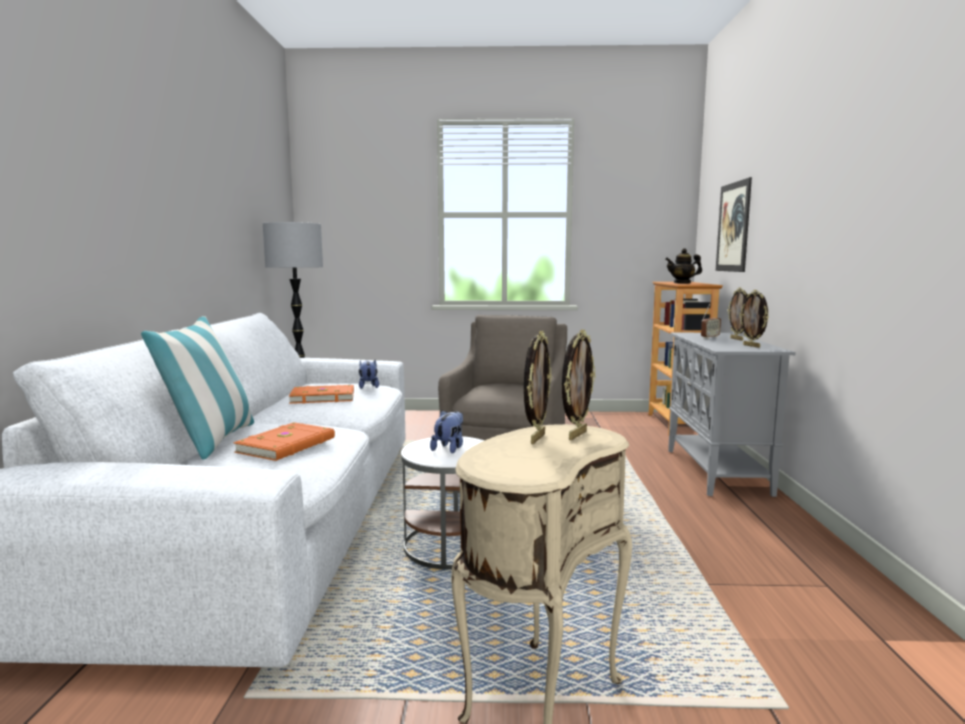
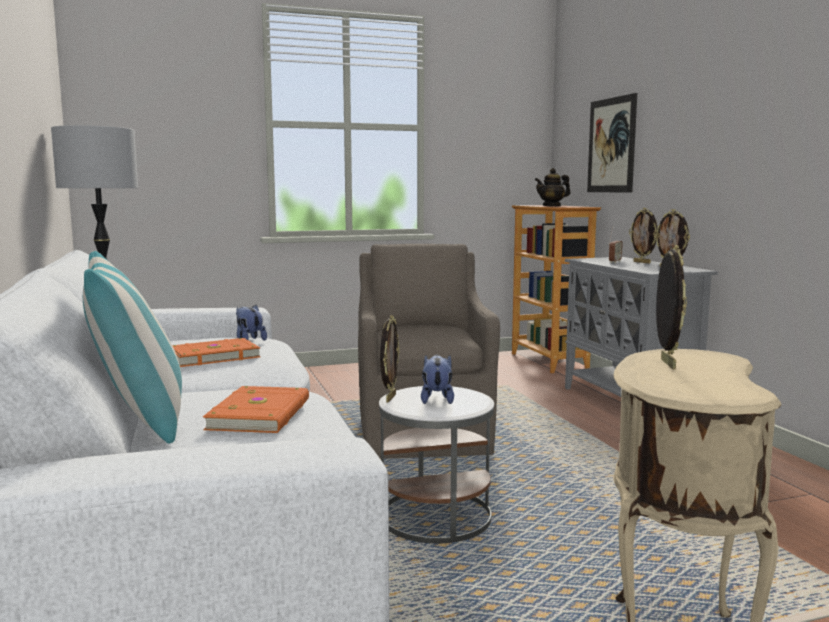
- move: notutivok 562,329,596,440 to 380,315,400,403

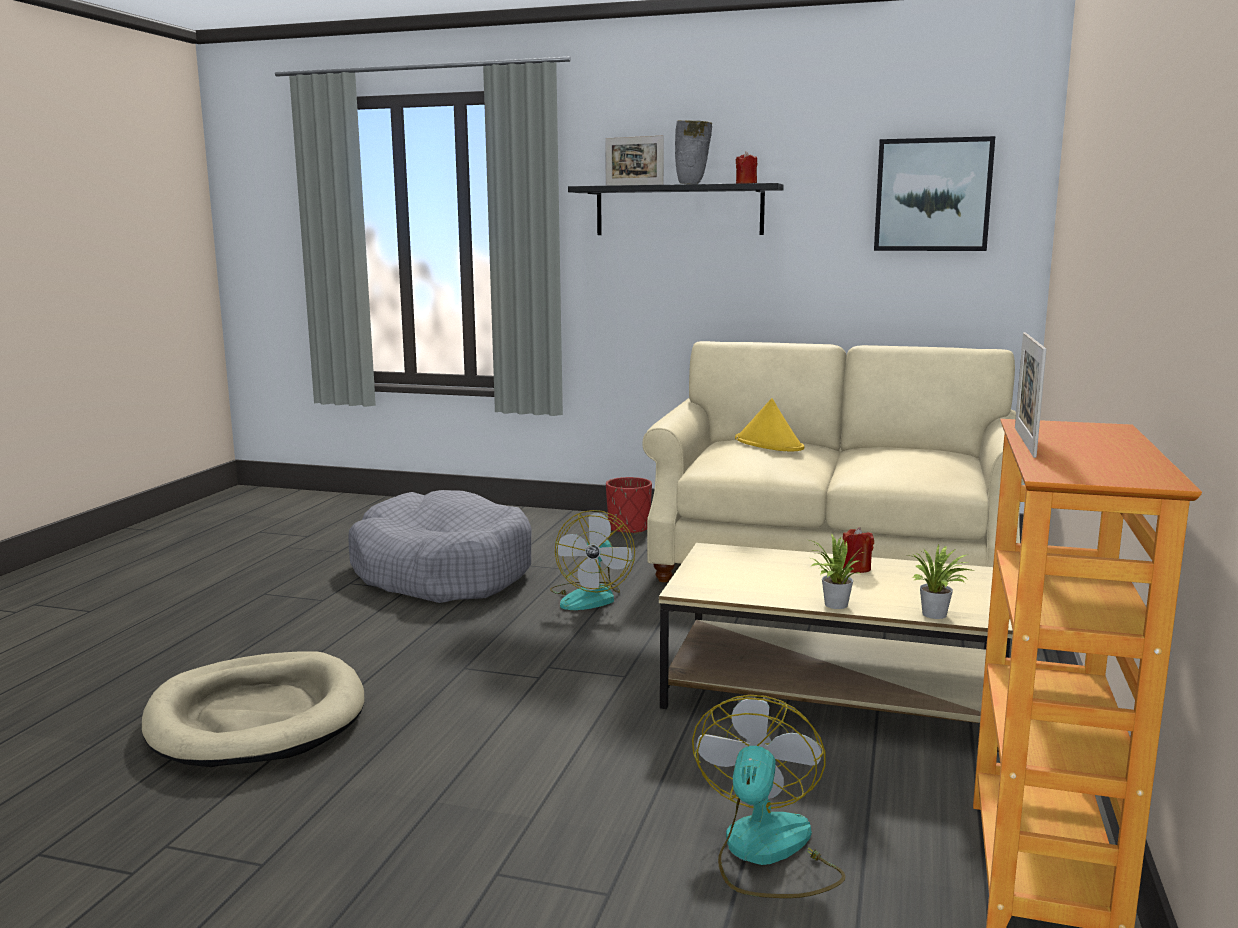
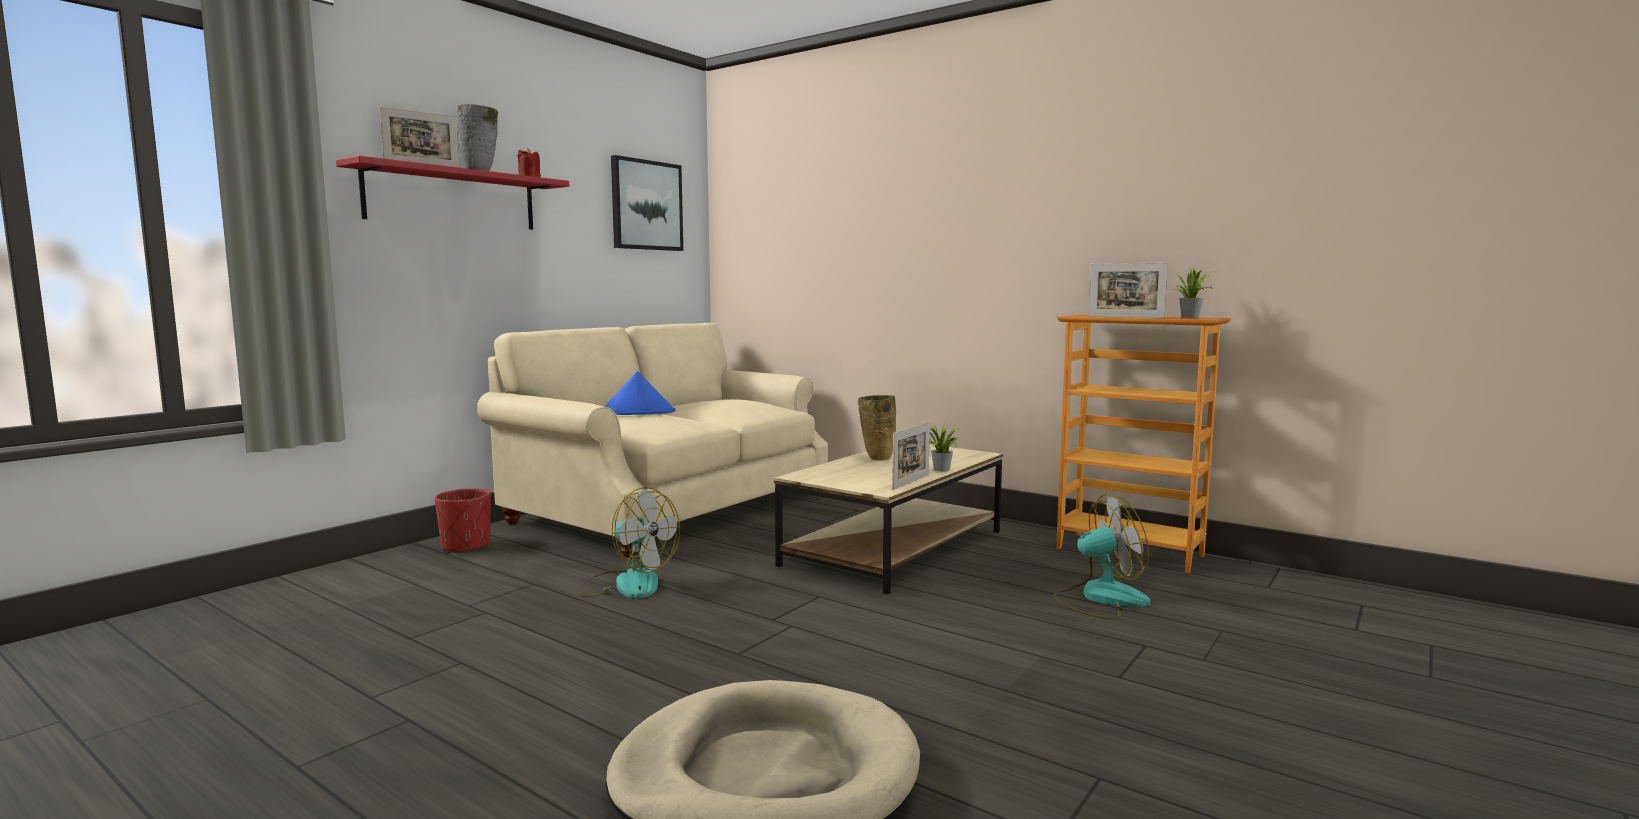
- delete: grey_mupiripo 348,490,531,603
- recolor: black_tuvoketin 568,183,784,235 to red_tuvoketin 336,156,569,230
- rotate: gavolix 692,695,845,898 = 1054,494,1150,619 135 degrees clockwise
- recolor: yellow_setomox 735,398,804,451 to blue_setomox 604,371,676,415
- replace: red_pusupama 843,527,874,573 to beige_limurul 858,395,896,460
- move: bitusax 912,544,973,619 to 1174,268,1214,318
- insert: notutivok 892,422,930,490

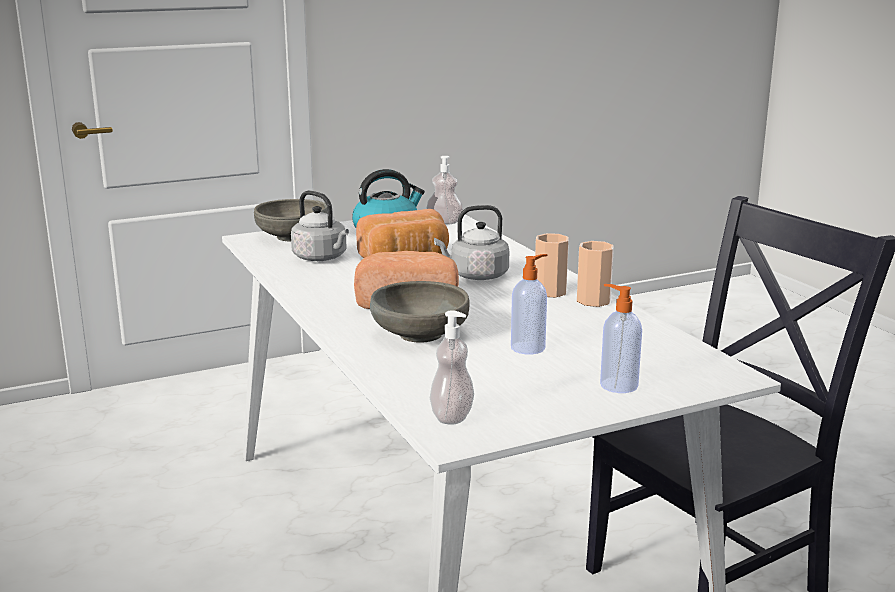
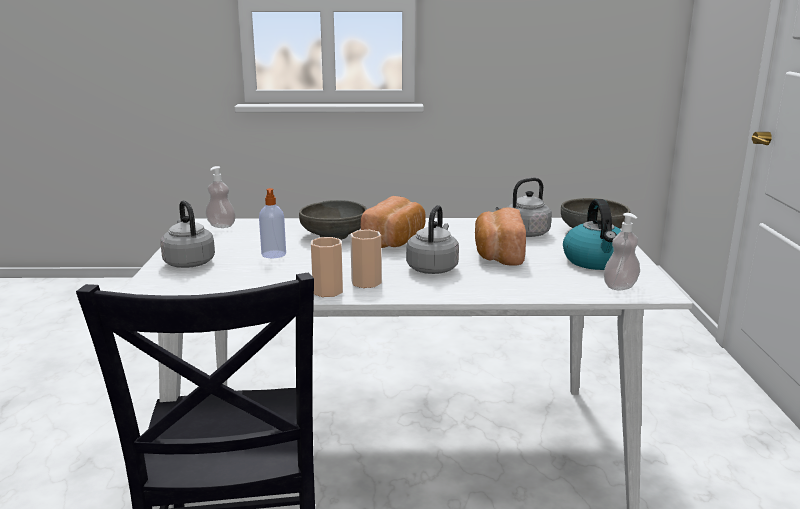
- replace: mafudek 600,284,642,393 to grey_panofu 160,200,215,268

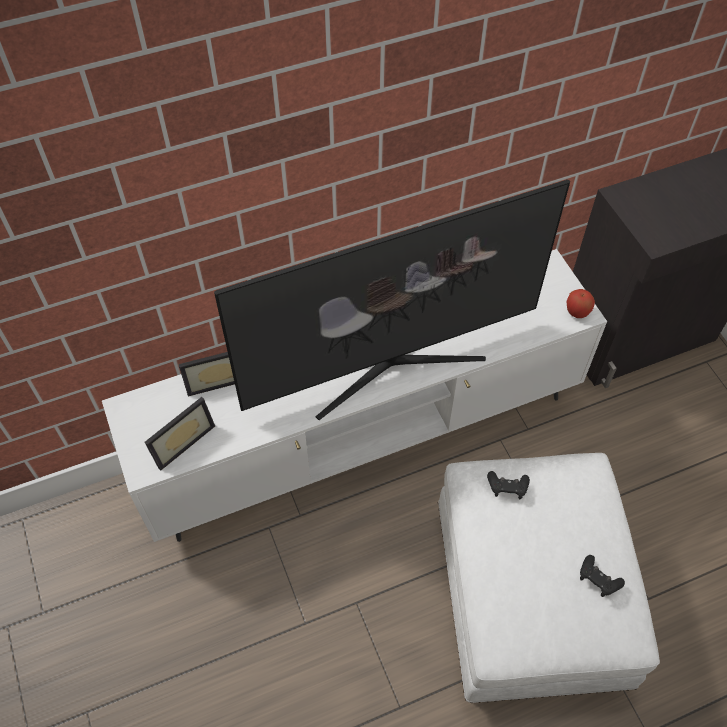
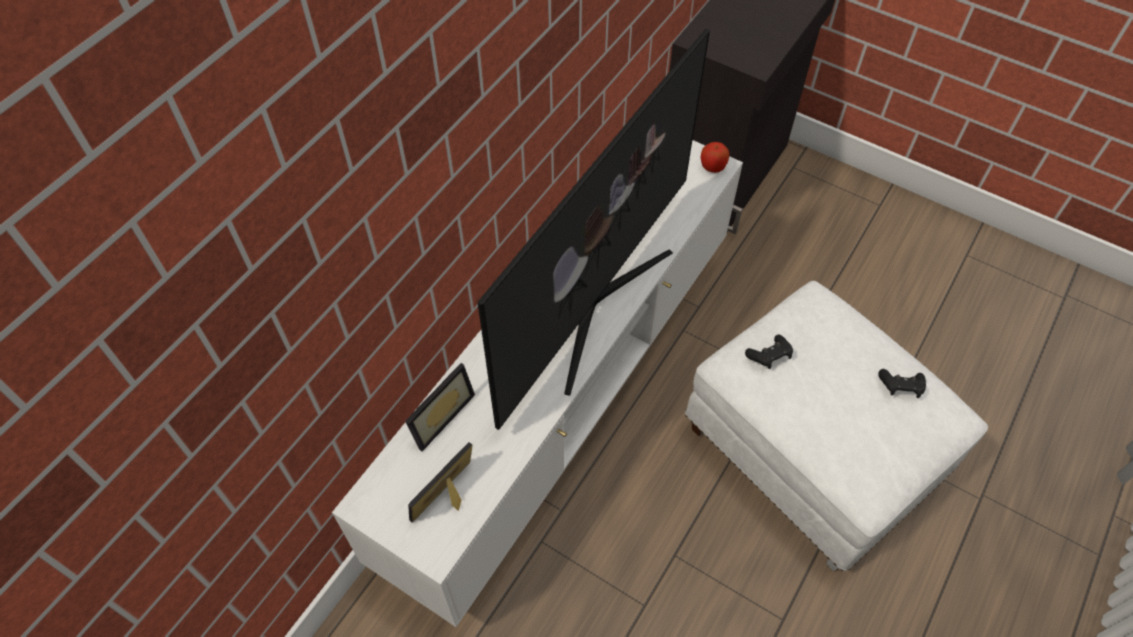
- rotate: notutivok 145,397,215,471 = 408,442,472,523 150 degrees counterclockwise

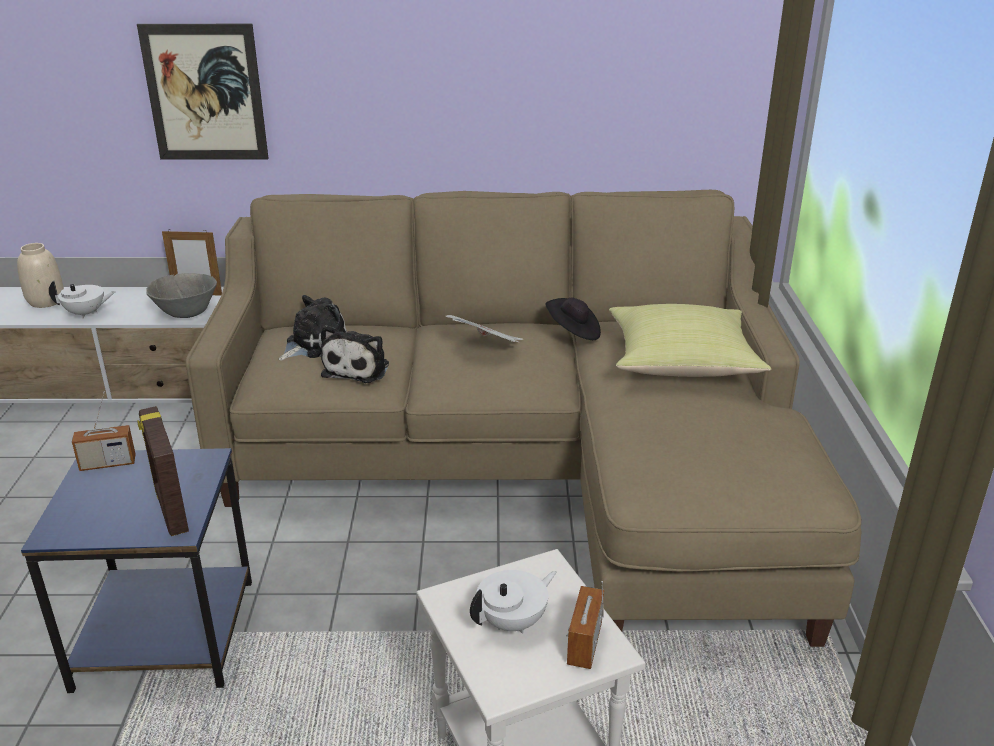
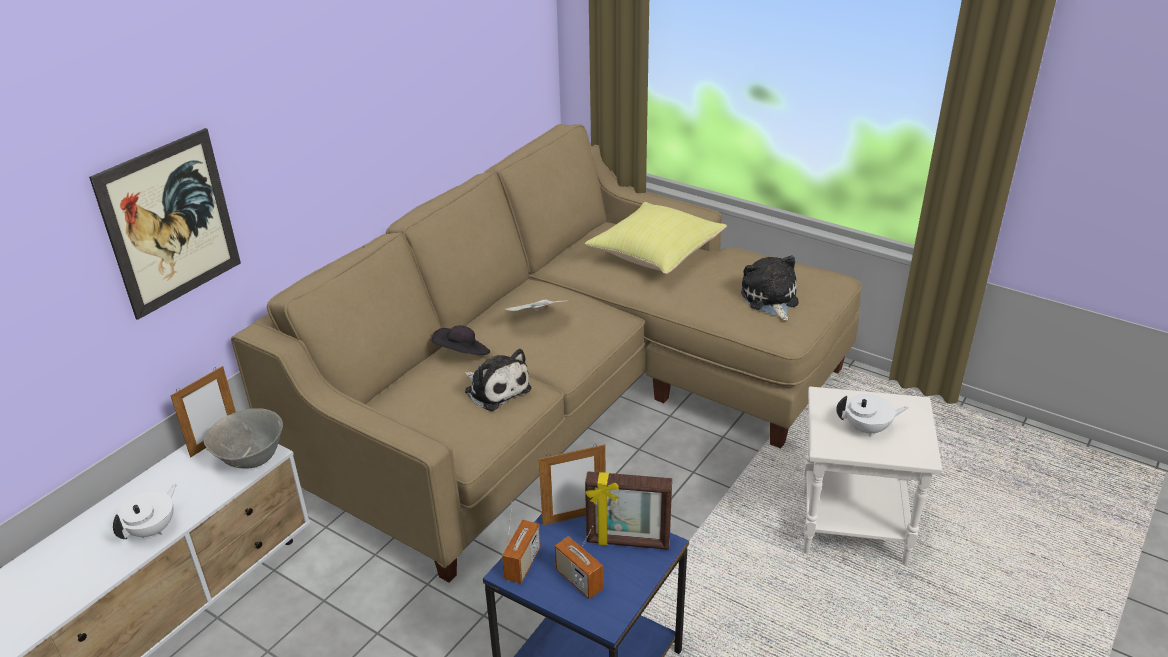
- delete: beige_limurul 17,243,64,308
- move: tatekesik 279,295,347,361 to 741,255,799,321
- rotate: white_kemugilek 470,570,557,634 = 836,394,908,437 90 degrees clockwise
- move: black_setomox 545,297,601,340 to 432,325,490,355
- move: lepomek 567,581,604,669 to 555,526,603,599
- insert: notutivok 539,444,605,526

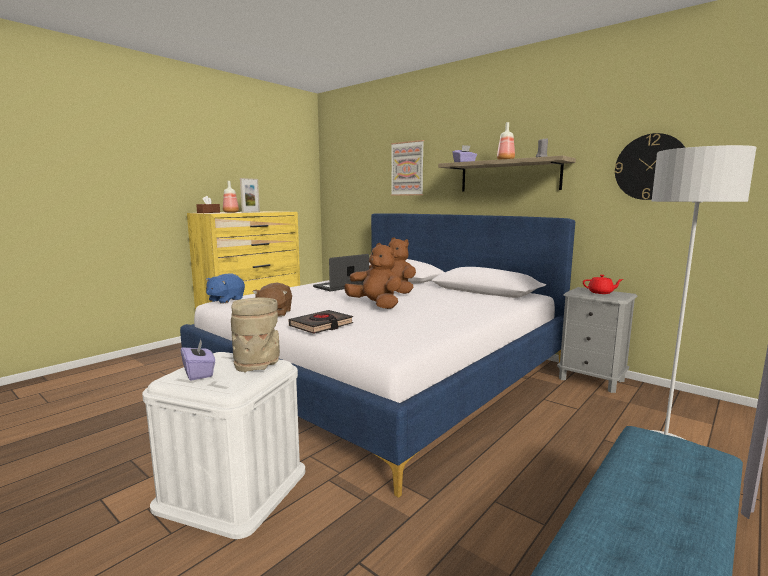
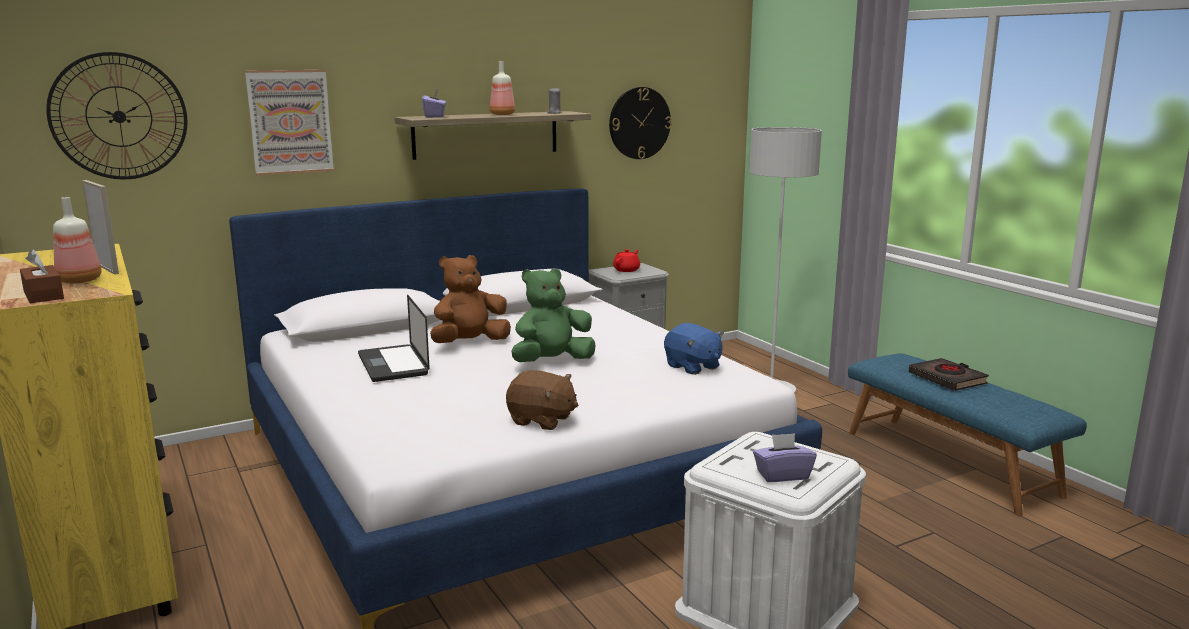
- move: blue_tatekesik 206,273,245,304 to 664,323,724,375
- delete: beige_limurul 231,298,280,372
- move: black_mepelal 289,310,353,334 to 909,358,989,391
- recolor: brown_tatekesik 344,243,402,309 to green_tatekesik 512,268,596,362
- insert: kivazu 46,52,187,179

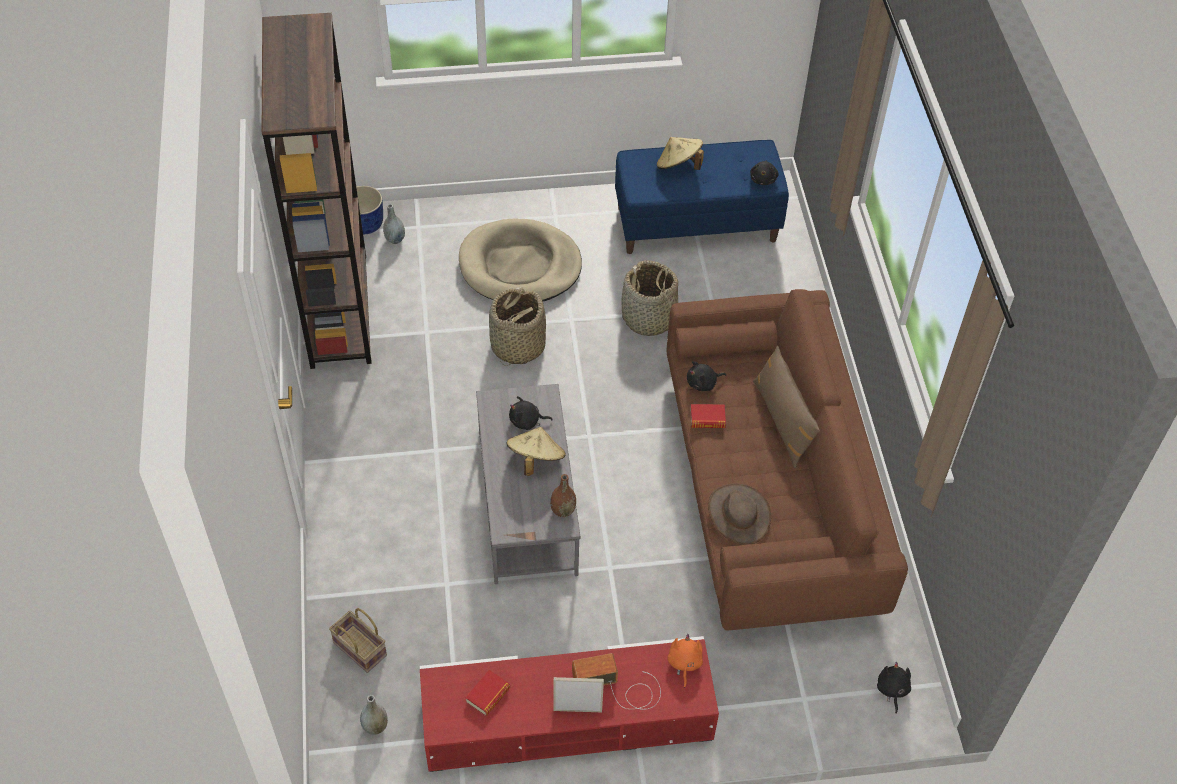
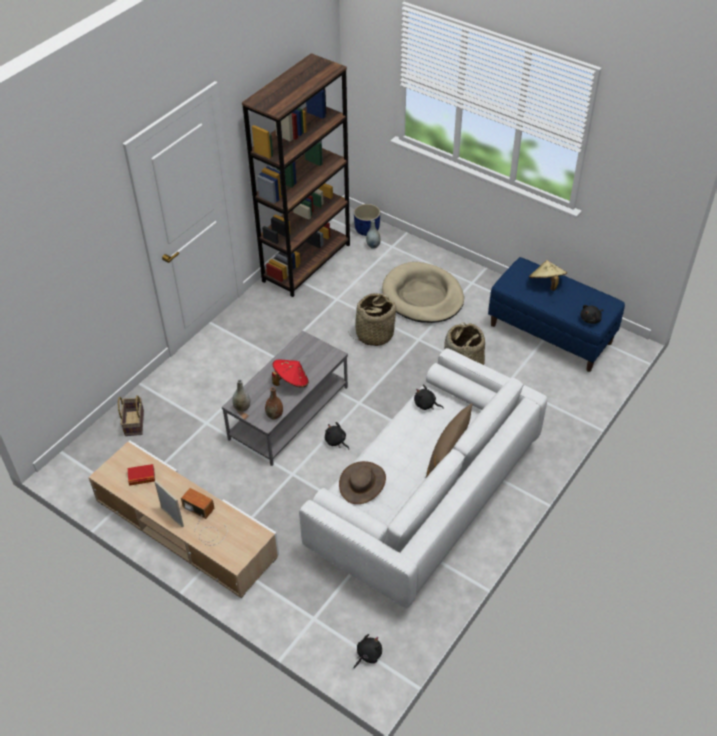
- move: grey_limurul 360,695,388,735 to 232,379,250,412
- recolor: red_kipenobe 420,636,719,772 to beige_kipenobe 88,440,279,598
- recolor: beige_setomox 507,427,566,476 to red_setomox 272,359,309,388
- move: black_tatekesik 509,396,553,430 to 325,422,349,450
- recolor: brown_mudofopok 667,289,908,631 to white_mudofopok 299,348,547,609
- delete: orange_tatekesik 667,634,703,688
- delete: mepelal 690,404,726,428

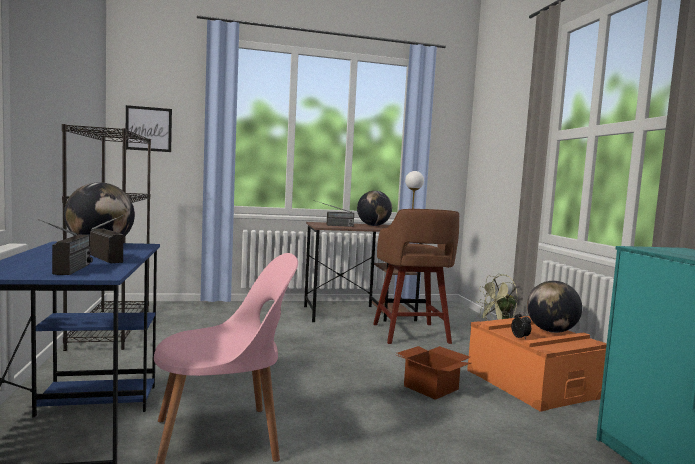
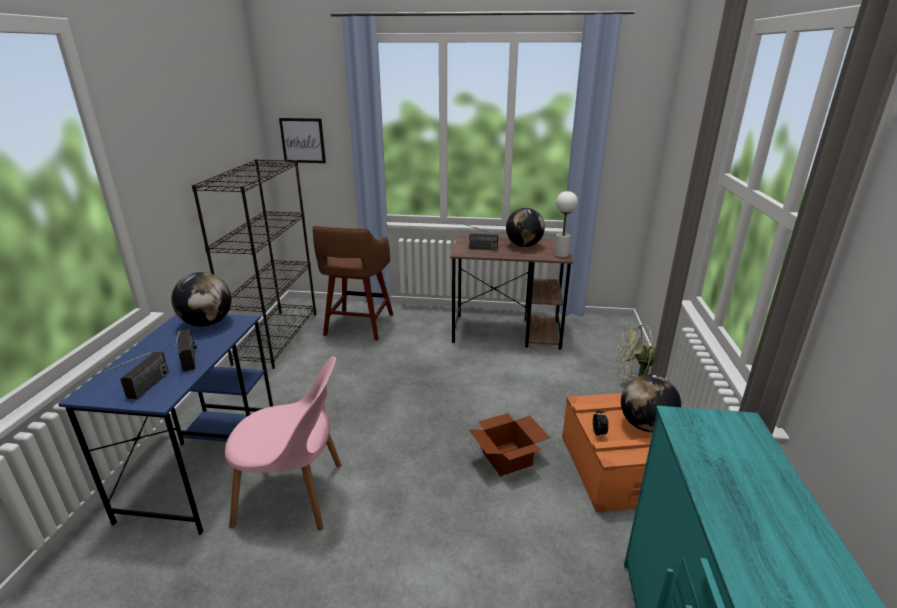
- move: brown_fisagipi 373,209,459,344 to 313,226,393,341

